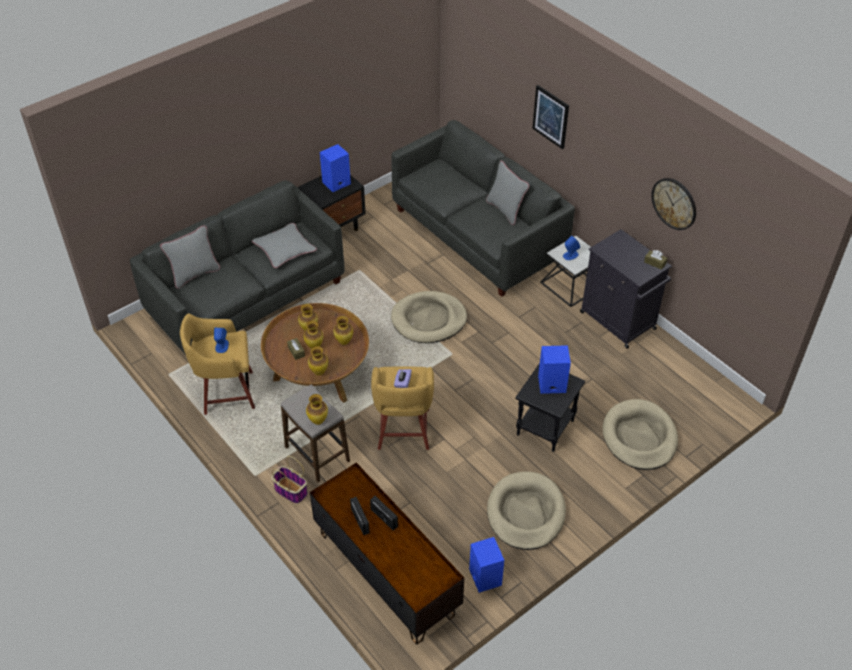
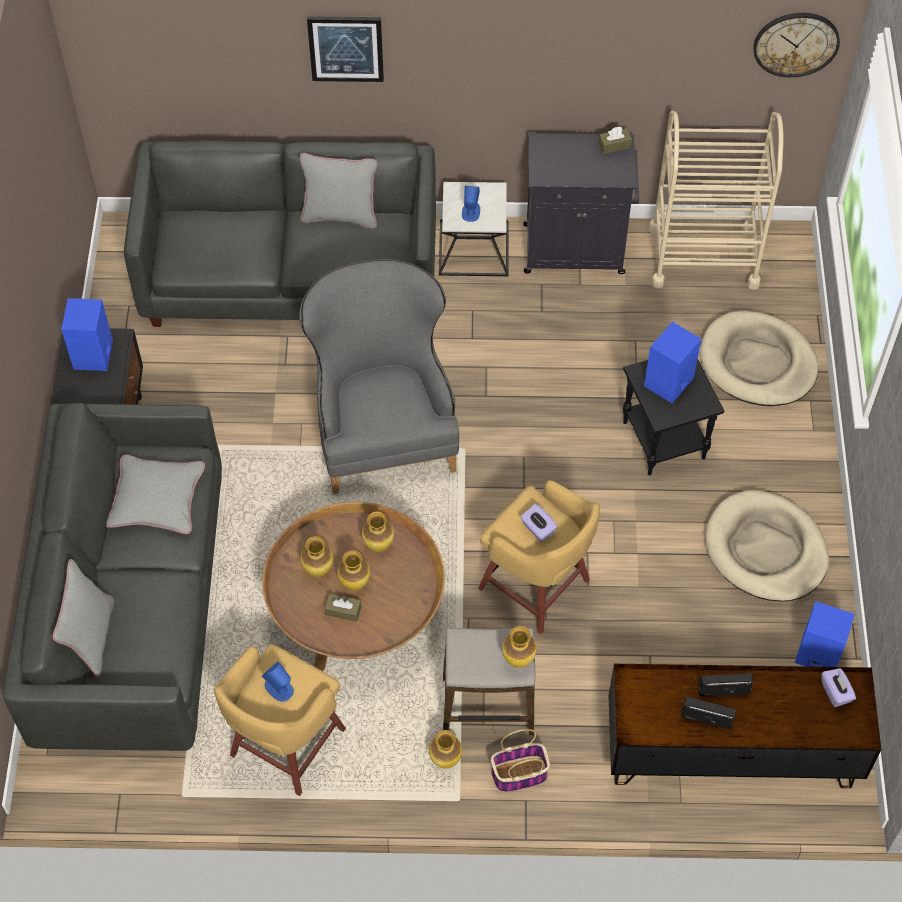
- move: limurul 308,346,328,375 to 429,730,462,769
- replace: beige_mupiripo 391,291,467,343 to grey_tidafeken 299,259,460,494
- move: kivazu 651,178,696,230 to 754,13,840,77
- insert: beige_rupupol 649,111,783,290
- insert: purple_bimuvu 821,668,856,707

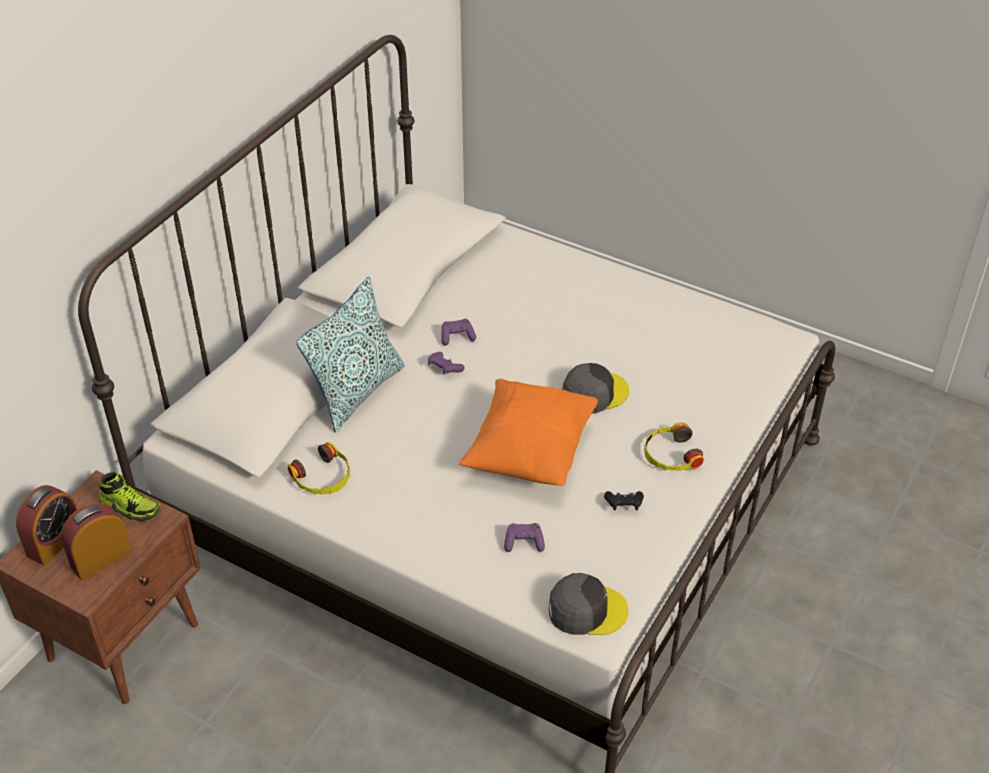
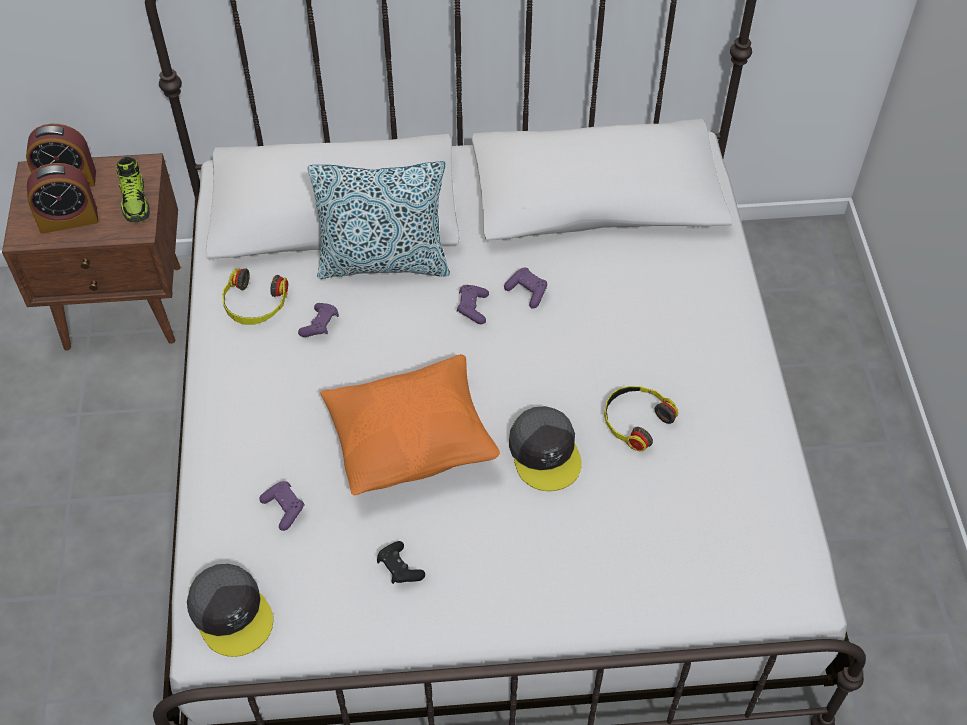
- rotate: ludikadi 61,503,132,580 = 27,163,98,234 150 degrees clockwise
- rotate: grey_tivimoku 562,363,629,414 = 509,406,582,491 45 degrees clockwise
- move: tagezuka 644,423,704,471 to 604,386,678,451
- insert: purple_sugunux 298,303,339,337

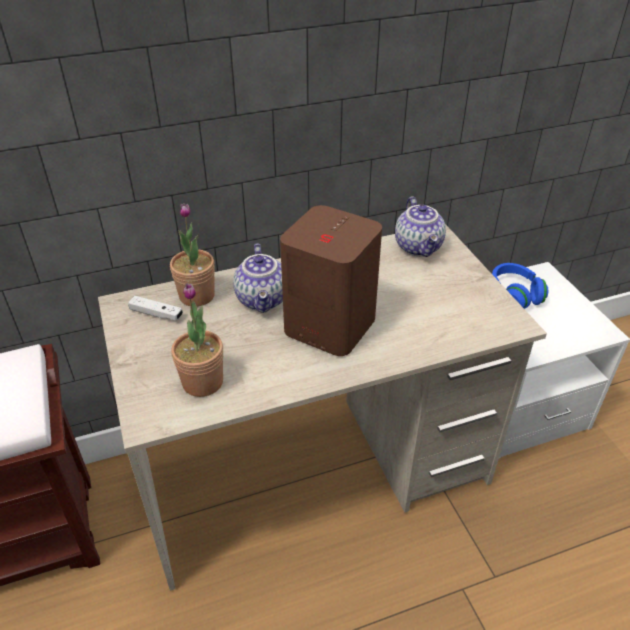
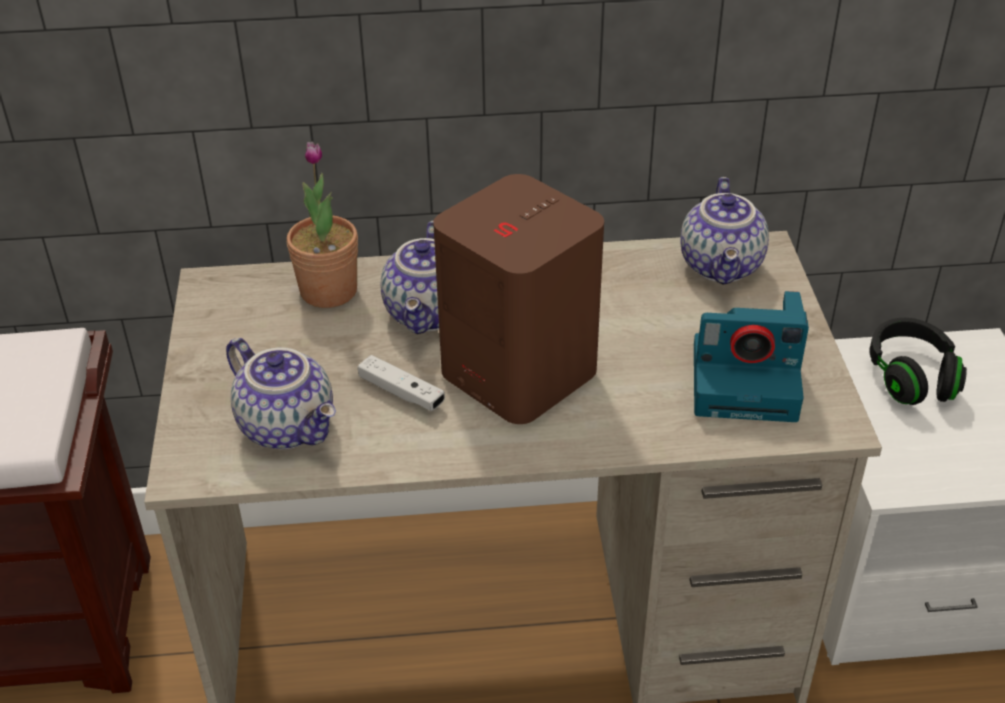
- move: white_sugunux 128,296,183,321 to 358,355,445,411
- replace: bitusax 171,283,223,397 to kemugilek 226,338,336,449
- recolor: blue_tagezuka 492,263,548,309 to black_tagezuka 869,318,967,405
- insert: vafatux 694,291,809,422

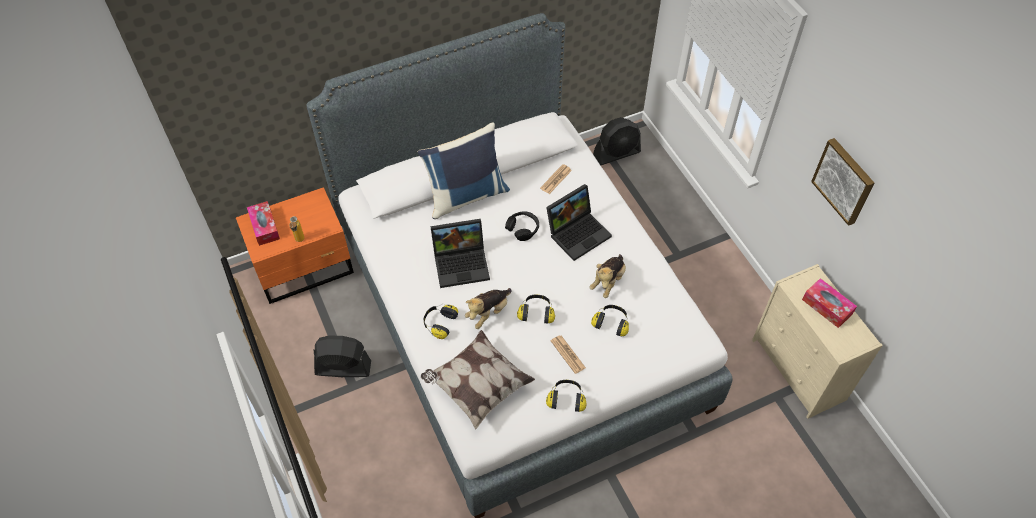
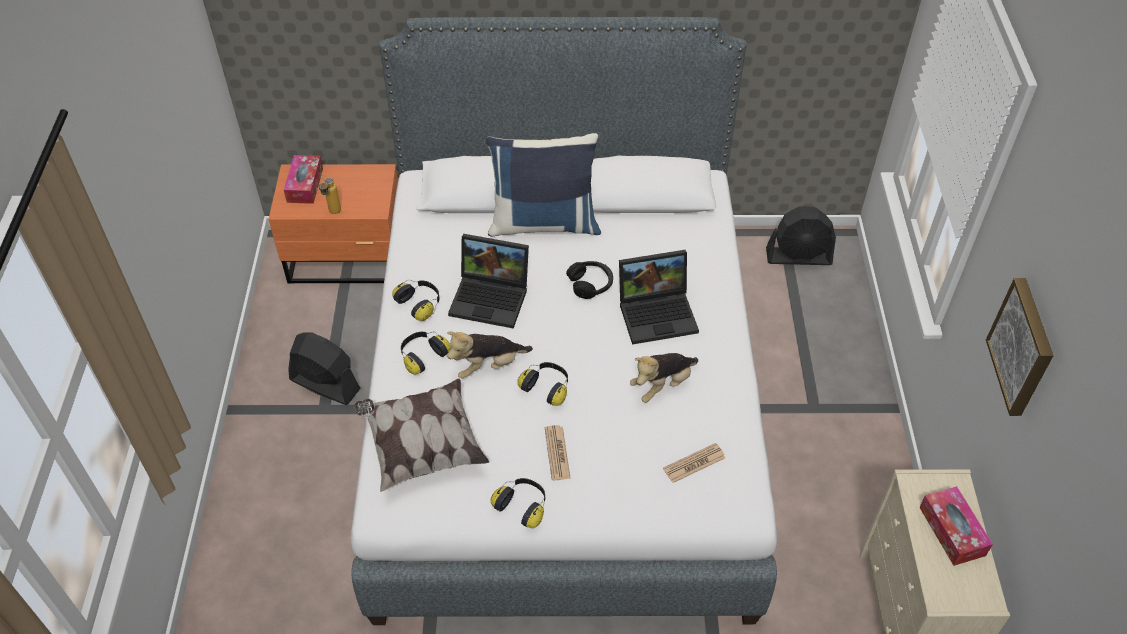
- move: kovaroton 540,164,572,194 to 663,443,725,483
- move: tagezuka 591,305,629,336 to 392,280,440,321

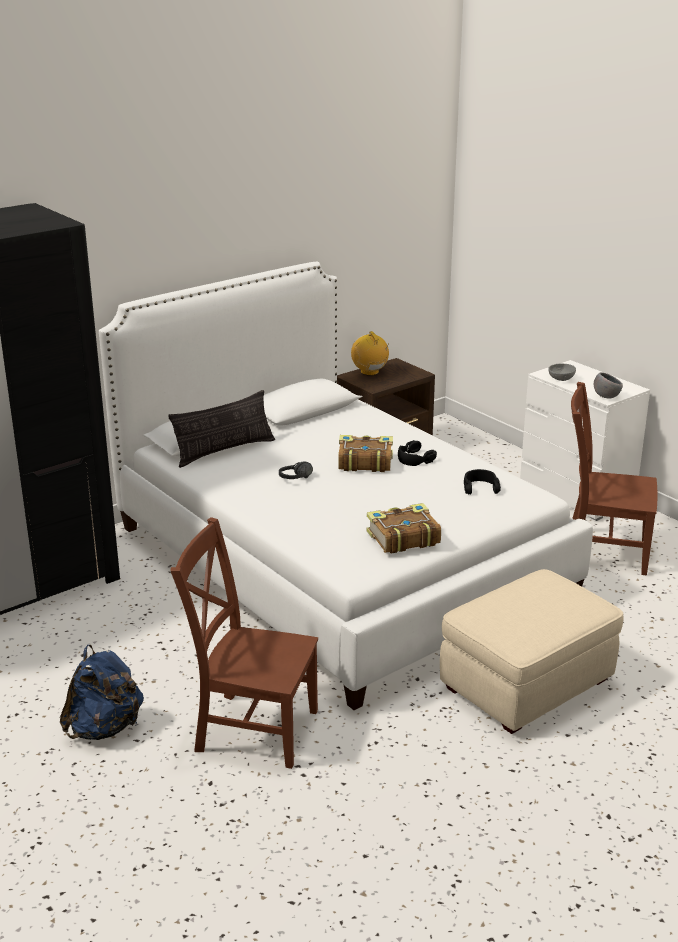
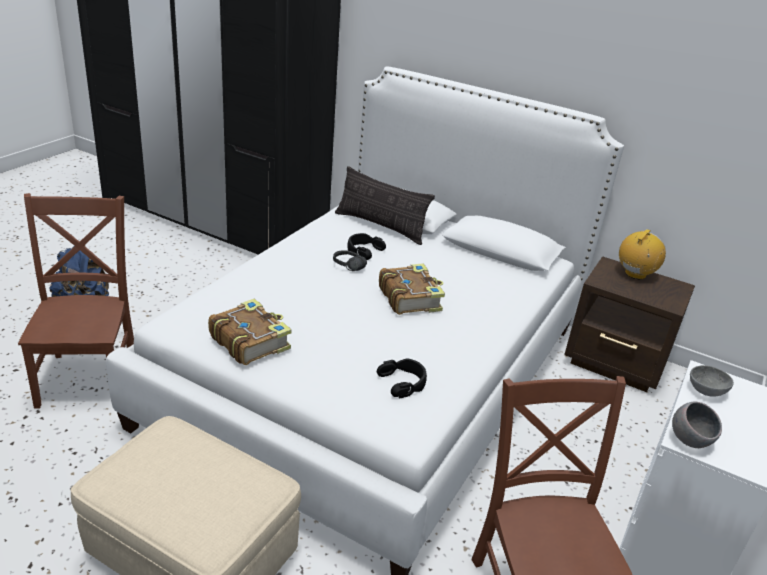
- move: black_tagezuka 398,440,437,466 to 347,233,386,260

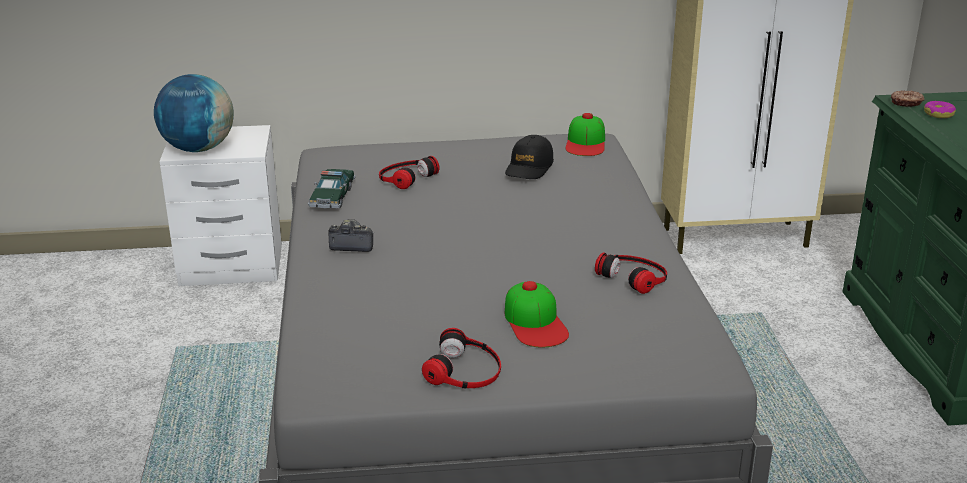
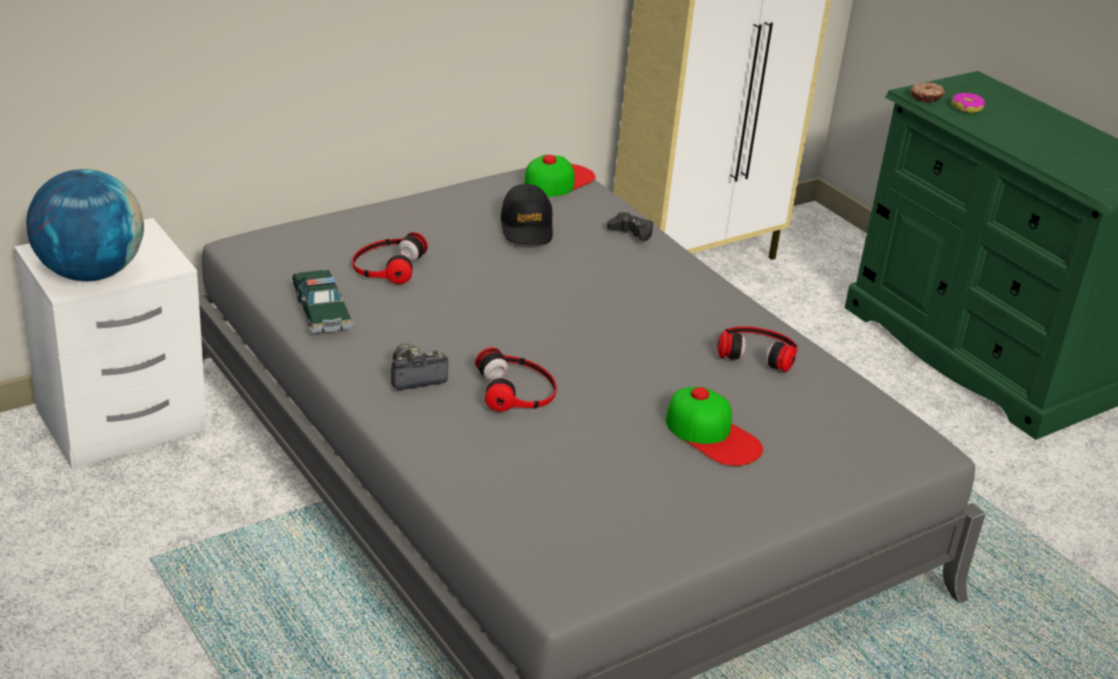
- move: tagezuka 422,328,501,388 to 475,347,557,412
- rotate: tivimoku 566,113,605,156 = 524,155,596,197 120 degrees counterclockwise
- insert: black_sugunux 607,212,653,242

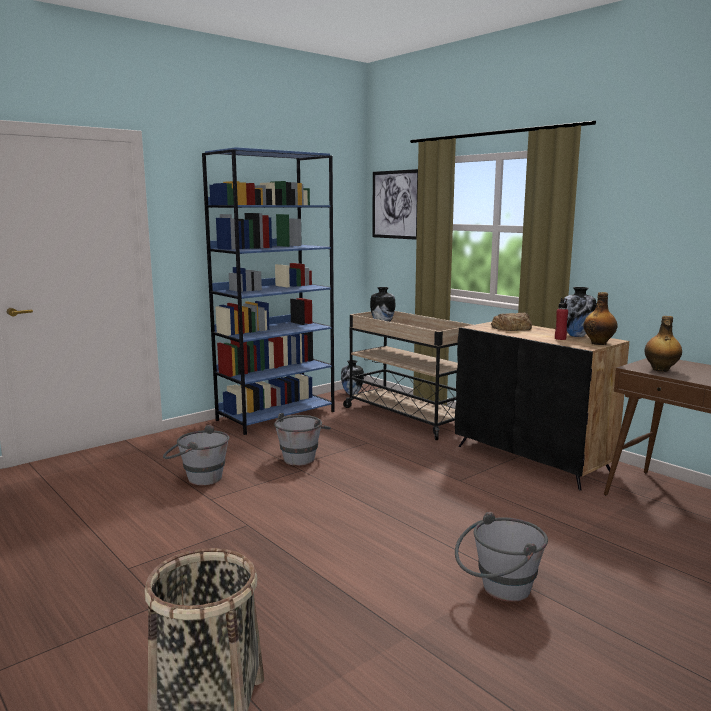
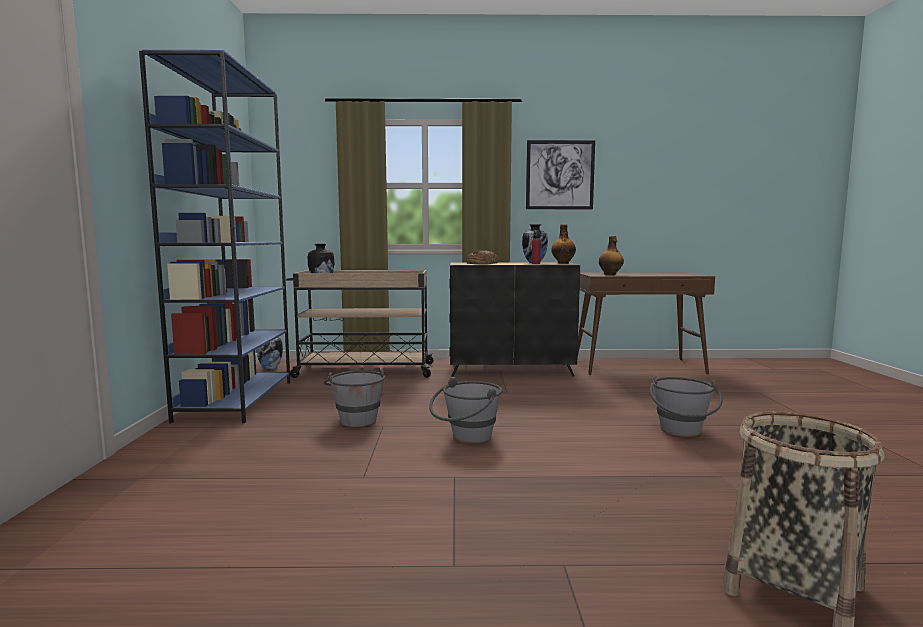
- move: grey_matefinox 163,425,229,485 to 429,377,503,444
- move: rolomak 372,169,418,240 to 526,140,595,209

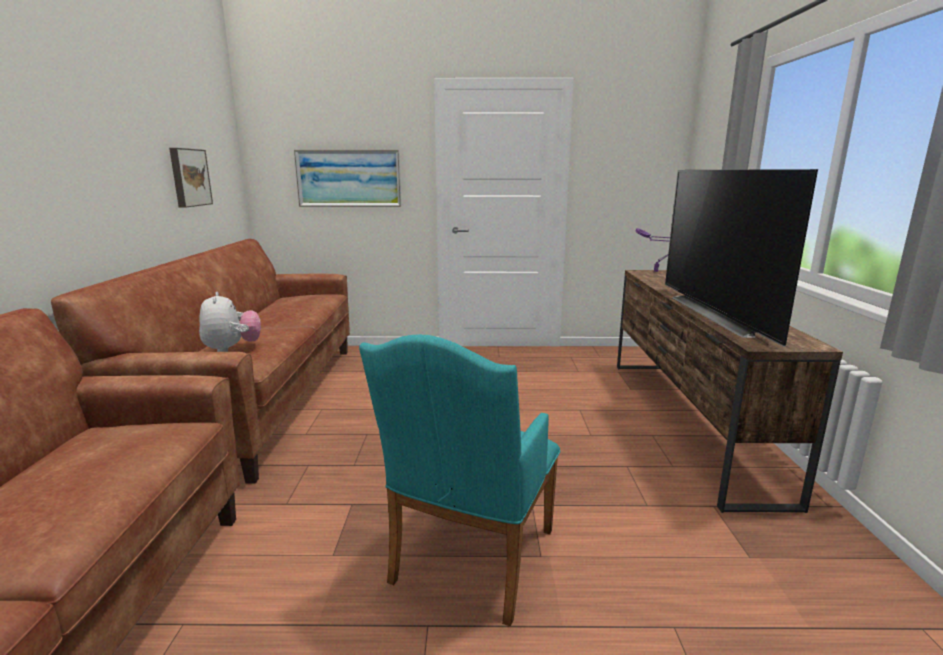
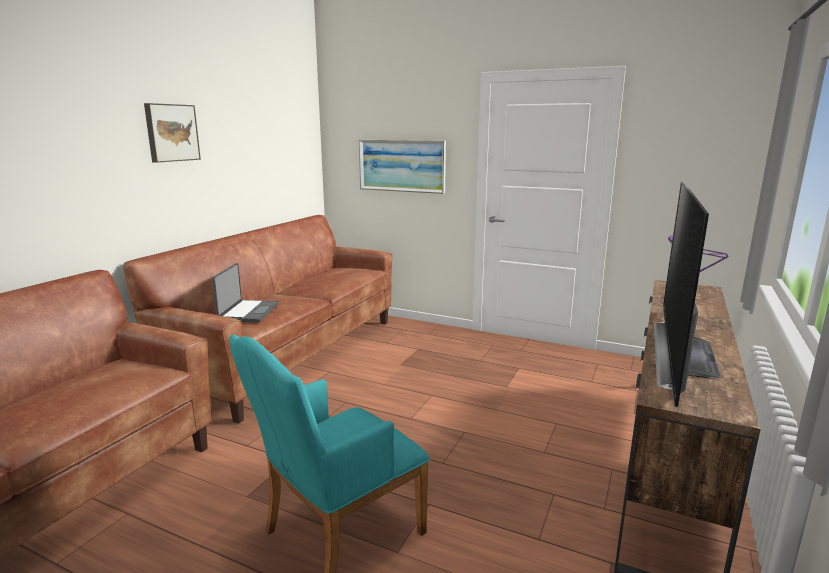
- move: rolomak 169,148,213,208 to 144,103,201,163
- replace: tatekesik 199,292,261,352 to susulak 212,263,279,323

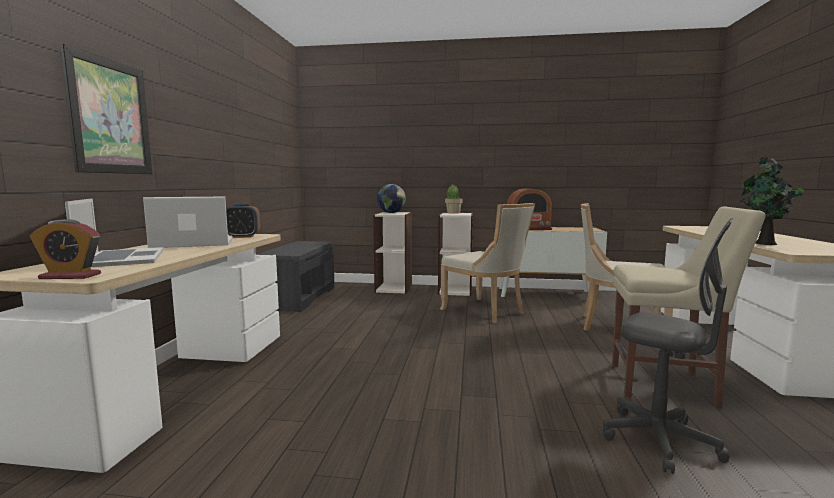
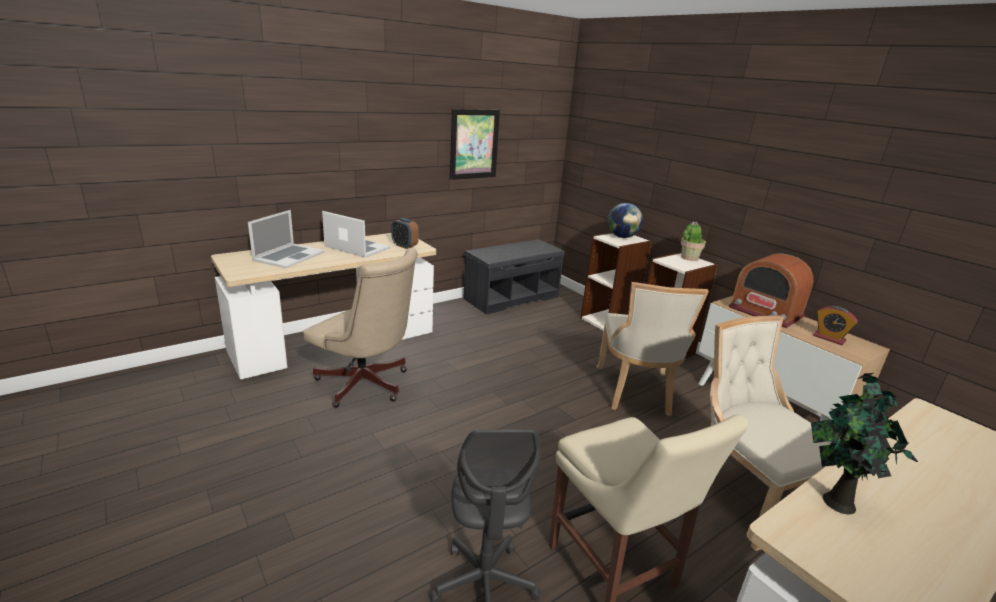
- move: ludikadi 30,219,101,279 to 813,306,858,345
- move: rolomak 60,44,152,174 to 450,109,500,180
- insert: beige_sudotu 303,248,418,408

